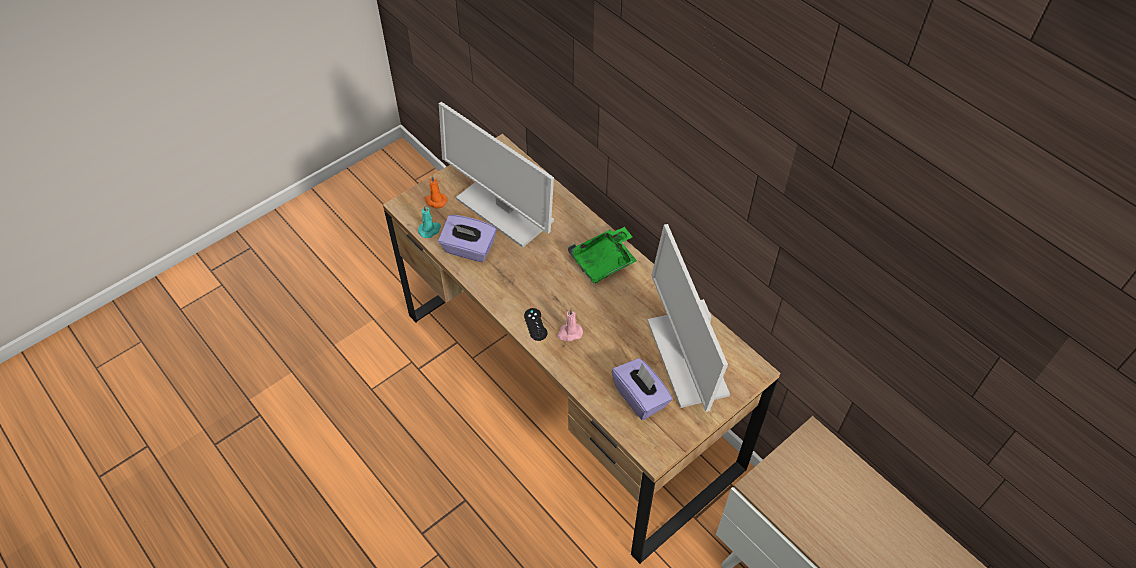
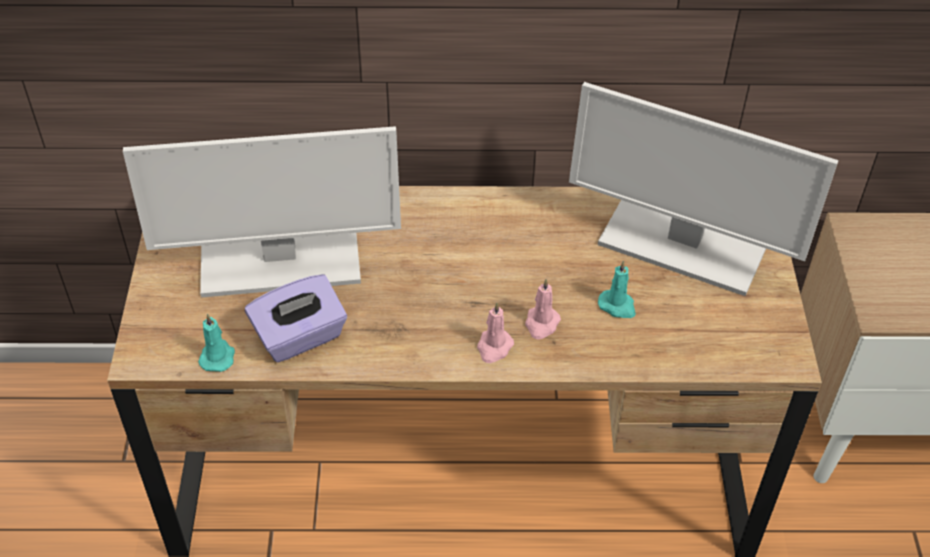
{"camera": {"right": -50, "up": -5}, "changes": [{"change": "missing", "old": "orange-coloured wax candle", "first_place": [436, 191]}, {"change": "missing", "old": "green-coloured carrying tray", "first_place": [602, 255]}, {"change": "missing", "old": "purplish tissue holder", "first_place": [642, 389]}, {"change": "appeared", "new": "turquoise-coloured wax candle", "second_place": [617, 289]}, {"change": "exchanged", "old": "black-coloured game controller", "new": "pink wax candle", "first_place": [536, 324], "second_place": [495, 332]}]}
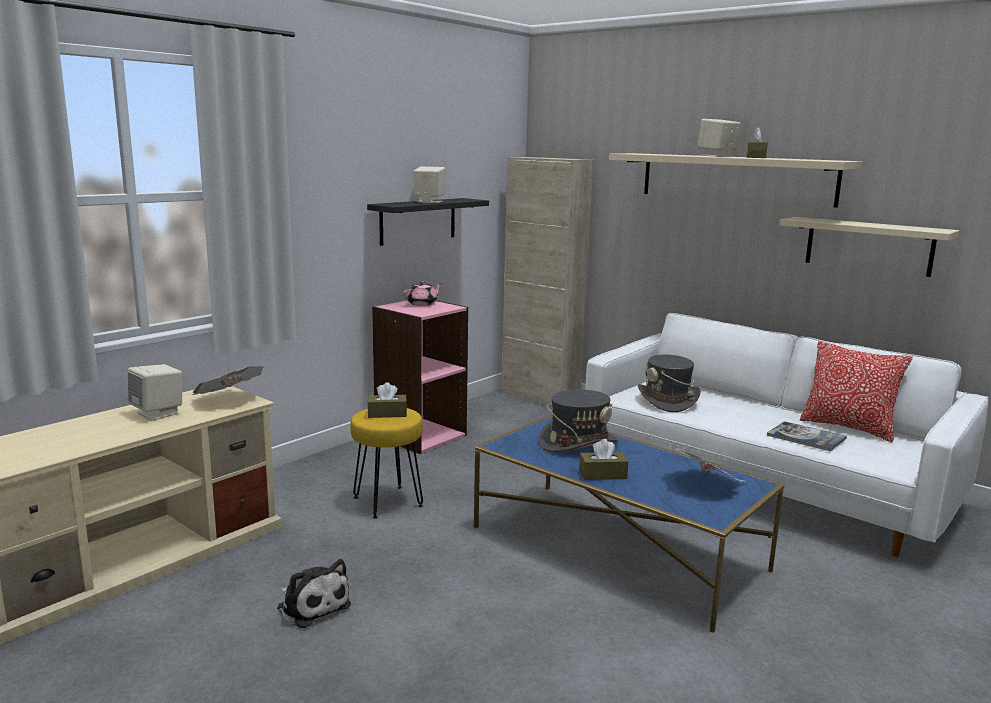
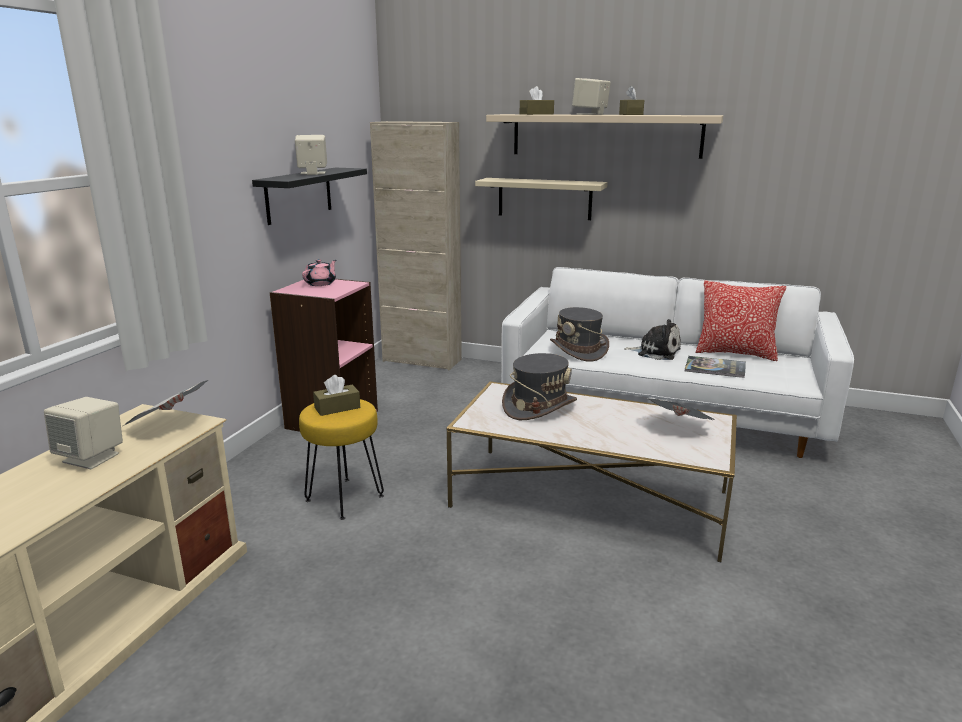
{"camera": {"right": -20, "up": 5}, "changes": [{"change": "relocated", "old": "cuddly toy", "first_place": [314, 593], "second_place": [652, 339]}, {"change": "relocated", "old": "brownish tissue holder", "first_place": [604, 459], "second_place": [537, 100]}, {"change": "relocated", "old": "beige-coloured wall shelf", "first_place": [869, 247], "second_place": [541, 199]}, {"change": "colour", "old": "blue lounge table", "new": "whitish lounge table", "first_place": [629, 524], "second_place": [592, 471]}]}
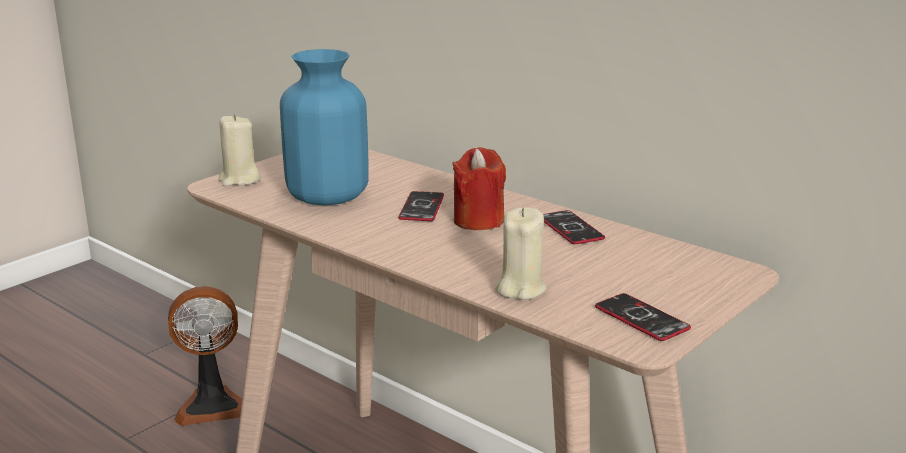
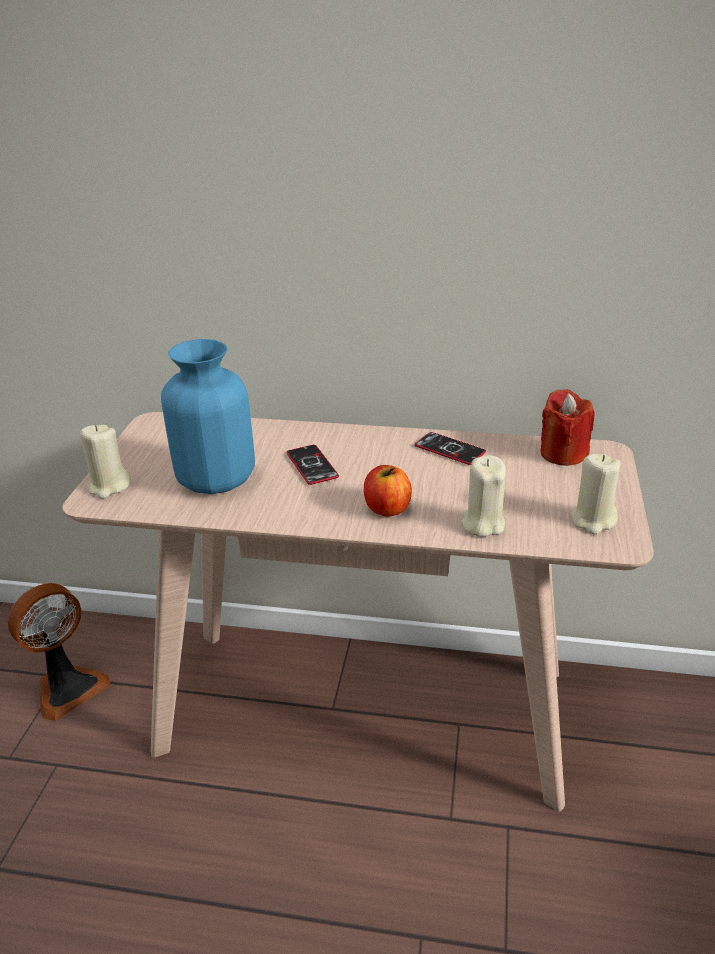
{"camera": {"right": -30, "up": 10}, "changes": [{"change": "appeared", "new": "whole apple", "second_place": [388, 491]}, {"change": "relocated", "old": "red-coloured wax candle", "first_place": [479, 188], "second_place": [567, 427]}, {"change": "exchanged", "old": "handset", "new": "beige-coloured wax candle", "first_place": [643, 317], "second_place": [596, 494]}]}
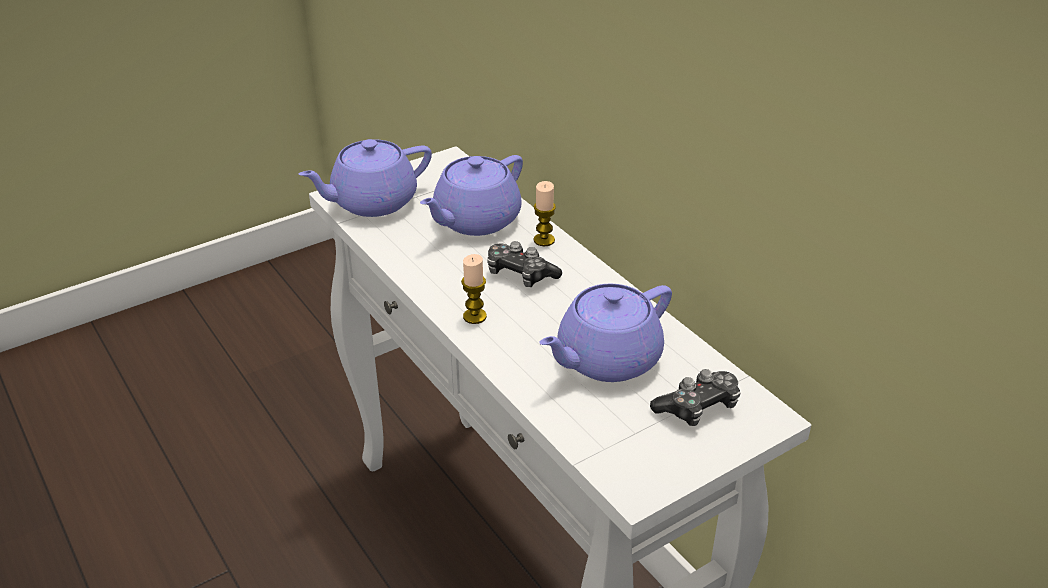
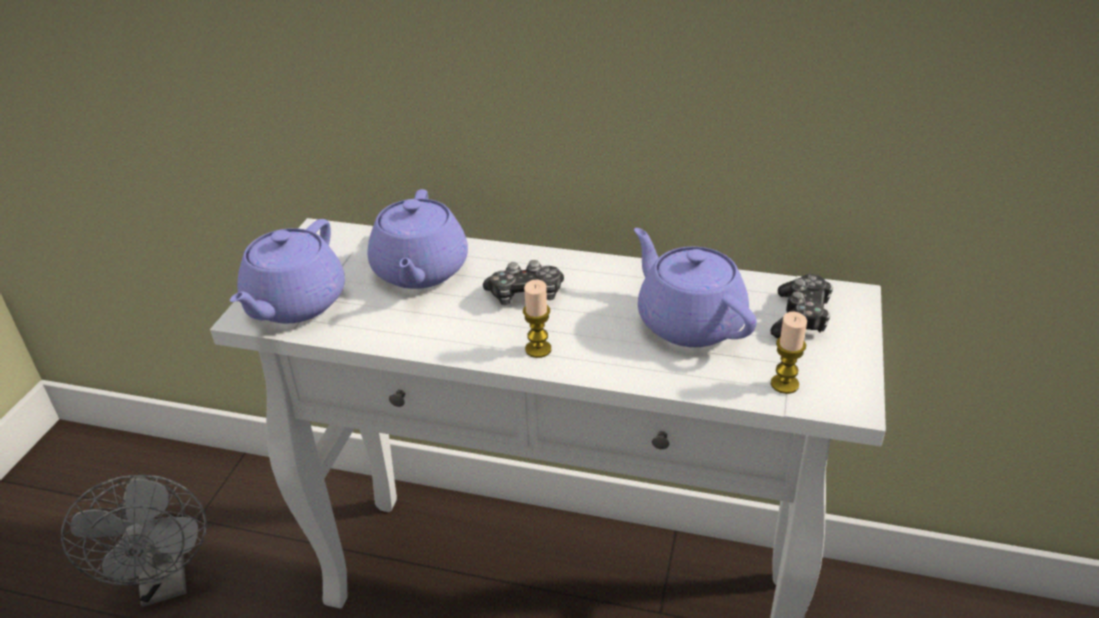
{"camera": {"right": -40, "up": 0}, "changes": [{"change": "appeared", "new": "gray fan", "second_place": [134, 541]}, {"change": "relocated", "old": "wax candle", "first_place": [544, 213], "second_place": [789, 353]}, {"change": "spun", "old": "purplish tea pot", "first_place": [605, 333], "second_place": [695, 287], "degrees": 135}]}
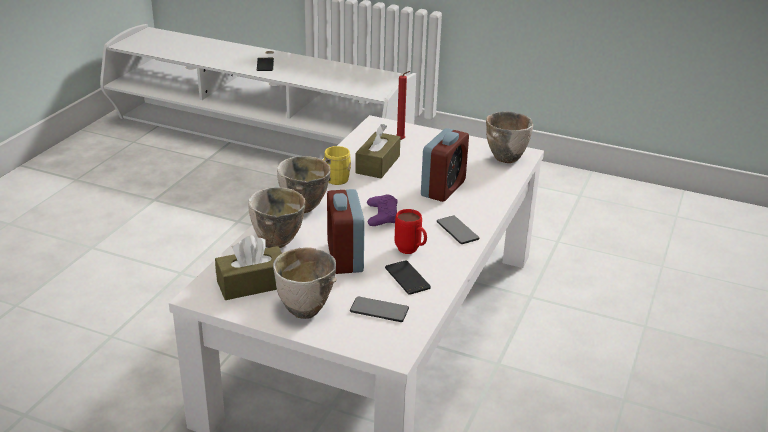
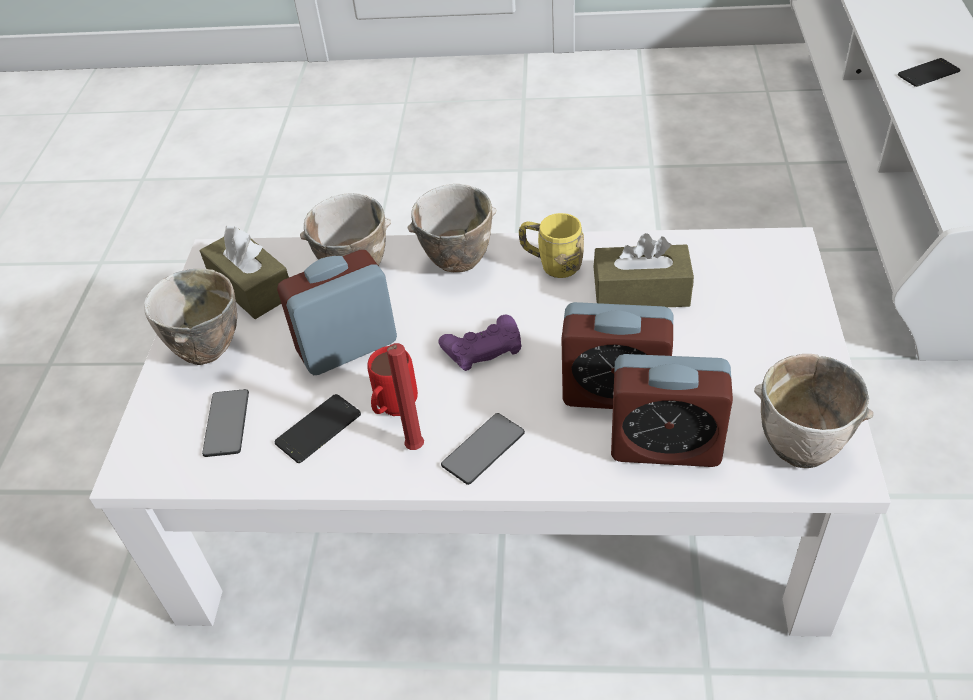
{"camera": {"right": 75, "up": 15}, "changes": [{"change": "appeared", "new": "table clock", "second_place": [672, 410]}, {"change": "relocated", "old": "red-coloured wax candle", "first_place": [403, 105], "second_place": [405, 396]}]}
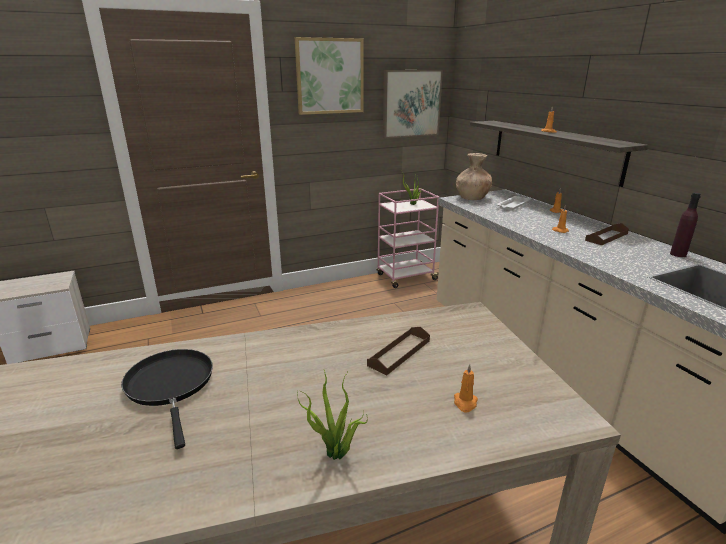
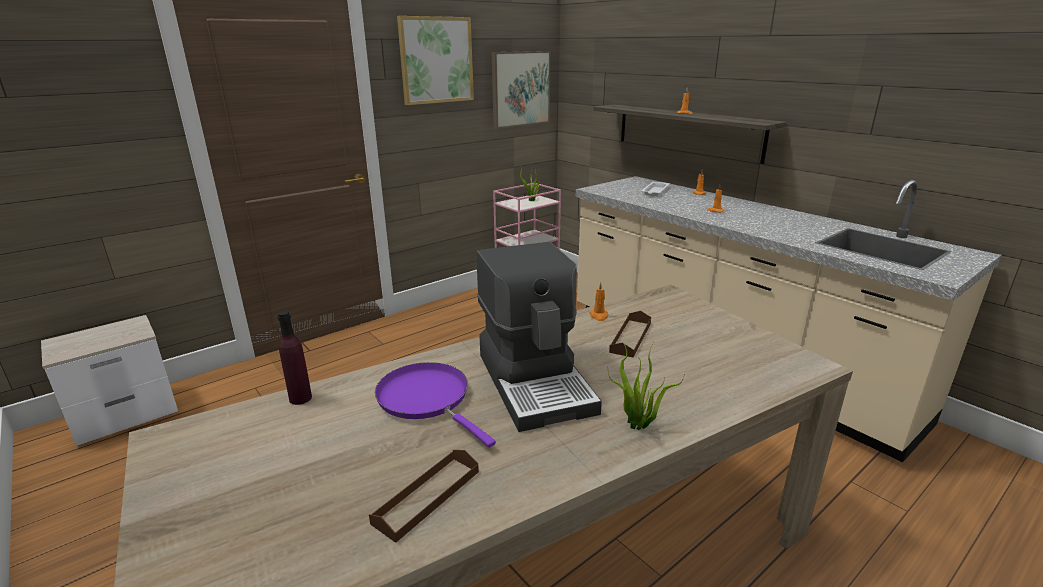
{"camera": {"right": -15, "up": 0}, "changes": [{"change": "missing", "old": "brownish vase", "first_place": [474, 176]}, {"change": "appeared", "new": "coffee brewer", "second_place": [539, 337]}, {"change": "relocated", "old": "orange-coloured wax candle", "first_place": [466, 388], "second_place": [598, 301]}, {"change": "relocated", "old": "brownish carrying tray", "first_place": [607, 234], "second_place": [424, 496]}, {"change": "relocated", "old": "purplish drink bottle", "first_place": [685, 225], "second_place": [294, 357]}, {"change": "colour", "old": "black-coloured frying pan", "new": "purplish frying pan", "first_place": [167, 399], "second_place": [435, 405]}]}
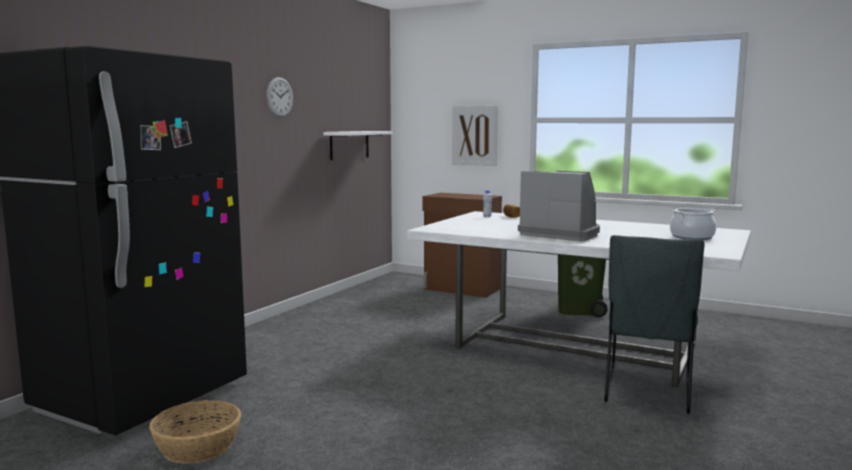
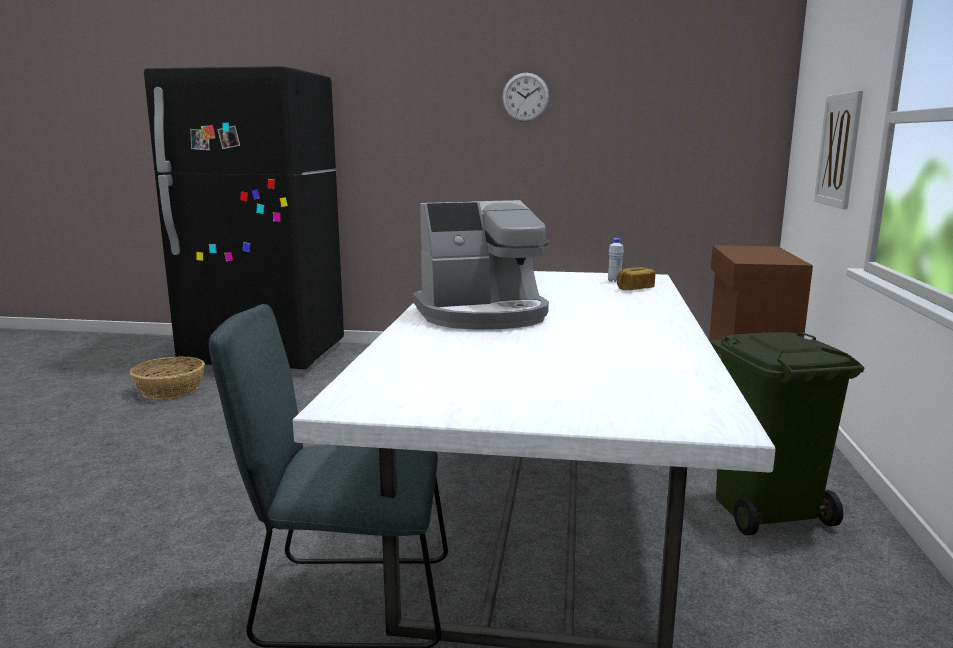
{"camera": {"right": 70, "up": 5}, "changes": [{"change": "missing", "old": "whitish wall shelf", "first_place": [357, 145]}, {"change": "missing", "old": "stockpot", "first_place": [693, 224]}, {"change": "spun", "old": "coffee brewer", "first_place": [559, 206], "second_place": [481, 264], "degrees": 60}]}
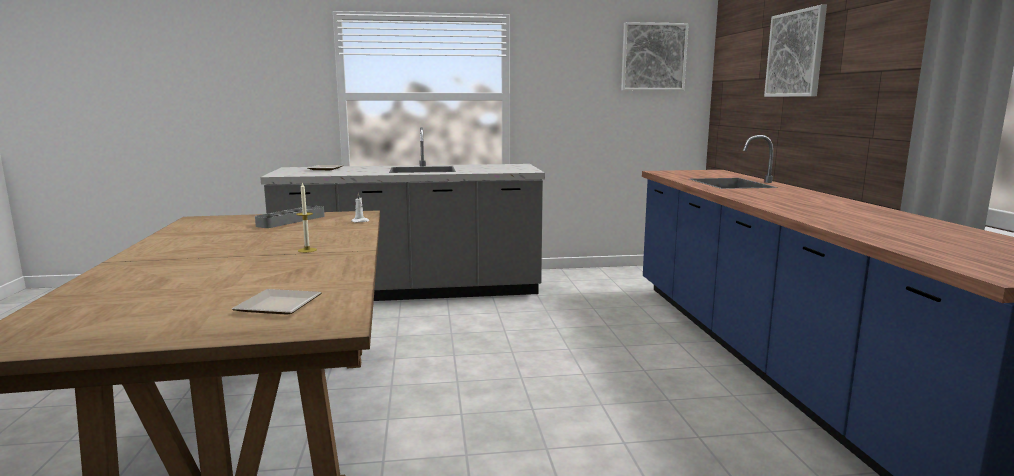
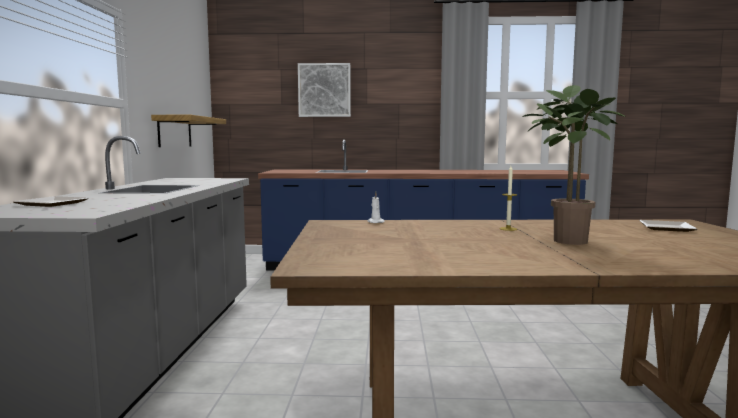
{"camera": {"right": -80, "up": -5}, "changes": [{"change": "missing", "old": "gray carrying tray", "first_place": [290, 217]}, {"change": "missing", "old": "wall picture", "first_place": [655, 56]}, {"change": "appeared", "new": "wall shelf", "second_place": [188, 131]}, {"change": "appeared", "new": "plant in a pot", "second_place": [574, 165]}]}
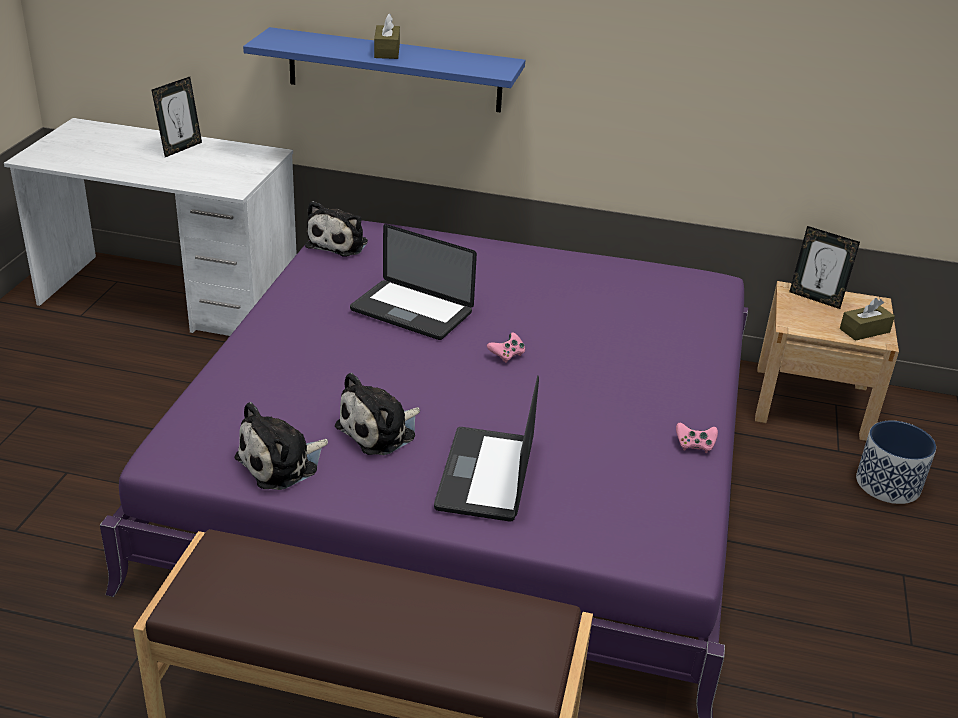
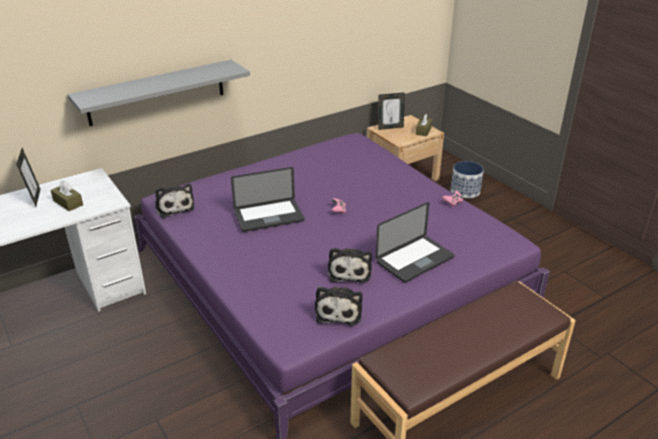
{"camera": {"right": -45, "up": 0}, "changes": [{"change": "relocated", "old": "brownish tissue holder", "first_place": [387, 36], "second_place": [67, 195]}, {"change": "colour", "old": "blue wall shelf", "new": "gray wall shelf", "first_place": [384, 70], "second_place": [158, 93]}, {"change": "spun", "old": "notebook computer", "first_place": [486, 448], "second_place": [415, 242], "degrees": -90}]}
